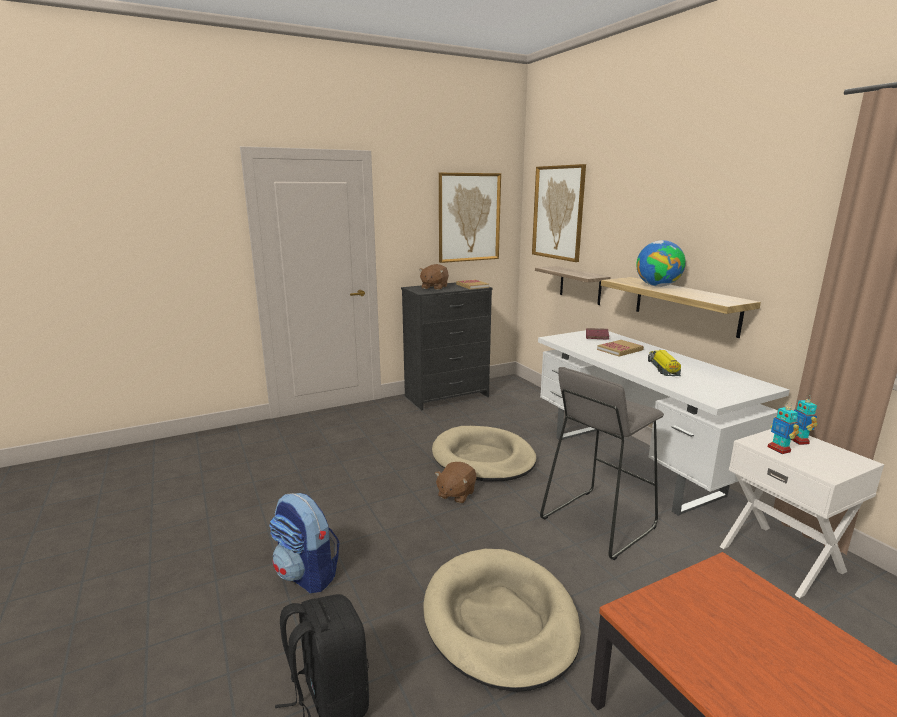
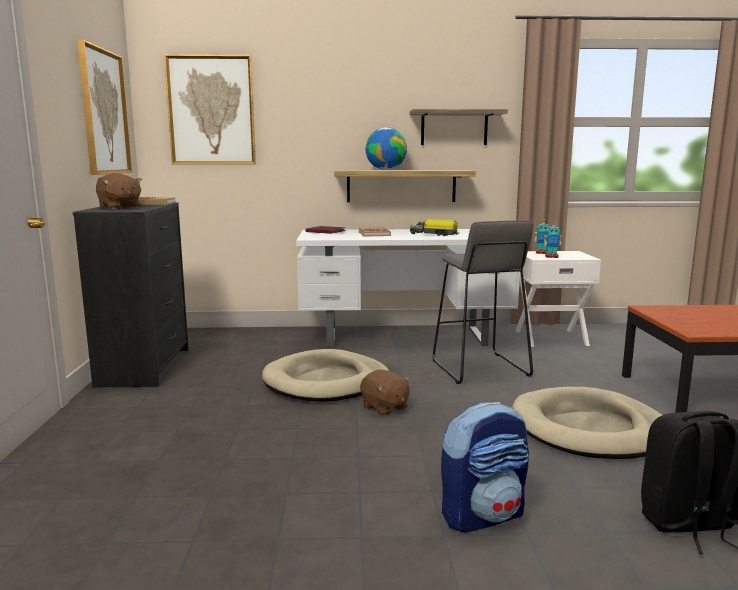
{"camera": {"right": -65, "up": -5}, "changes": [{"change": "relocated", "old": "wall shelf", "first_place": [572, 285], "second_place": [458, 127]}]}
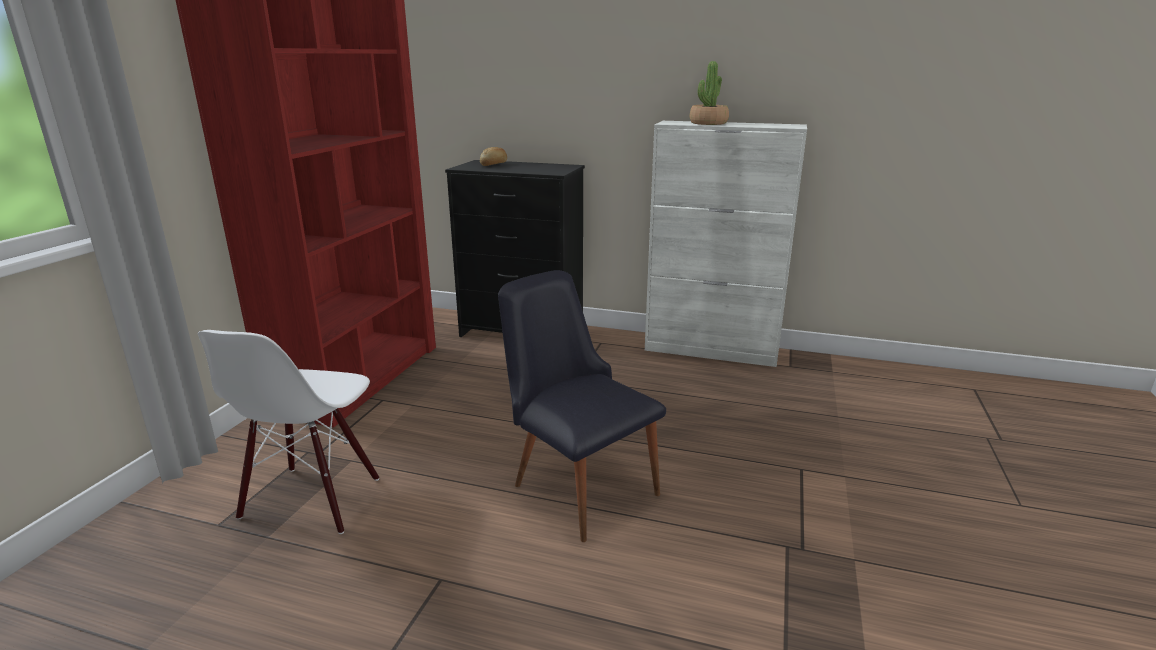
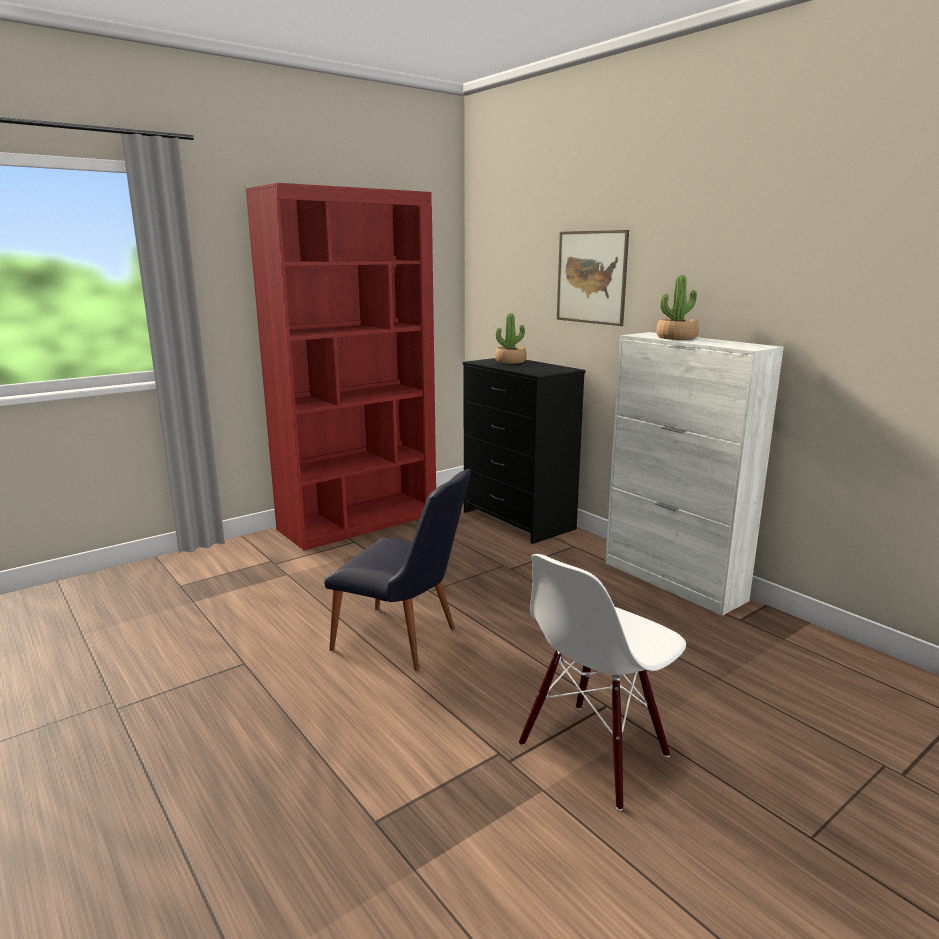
{"camera": {"right": 35, "up": -5}, "changes": [{"change": "appeared", "new": "wall picture", "second_place": [593, 278]}, {"change": "relocated", "old": "whitish upright chair", "first_place": [288, 432], "second_place": [602, 682]}, {"change": "exchanged", "old": "bakery bread", "new": "plant in a pot", "first_place": [493, 156], "second_place": [511, 339]}, {"change": "spun", "old": "black-coloured upright chair", "first_place": [582, 406], "second_place": [397, 570], "degrees": 120}]}
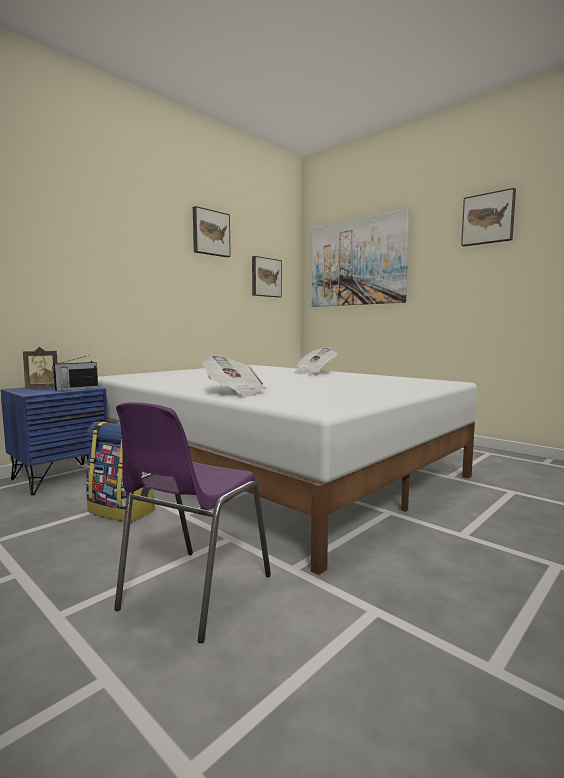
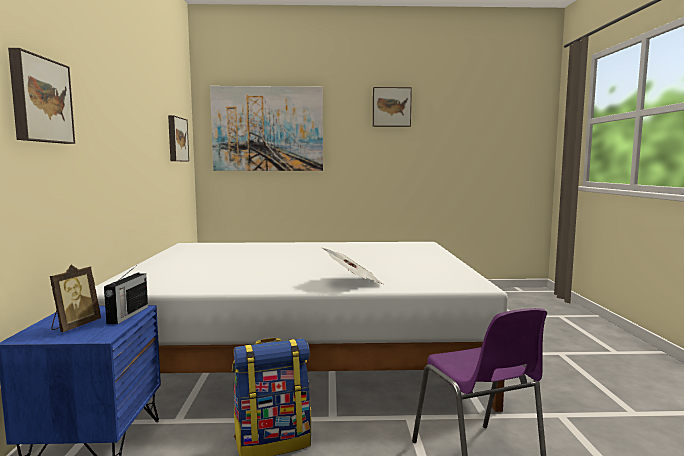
{"camera": {"right": -45, "up": 0}, "changes": [{"change": "missing", "old": "printed paper", "first_place": [315, 360]}, {"change": "relocated", "old": "wall picture", "first_place": [212, 231], "second_place": [41, 96]}]}
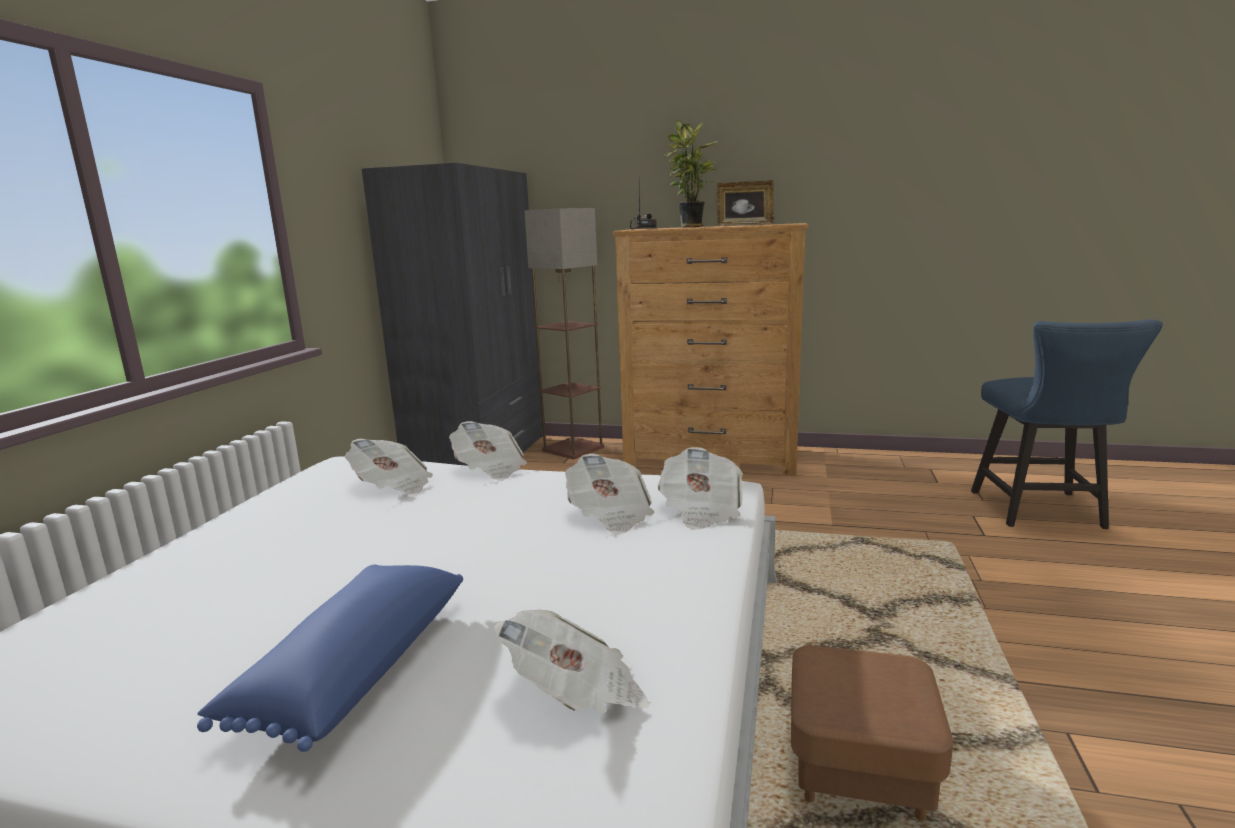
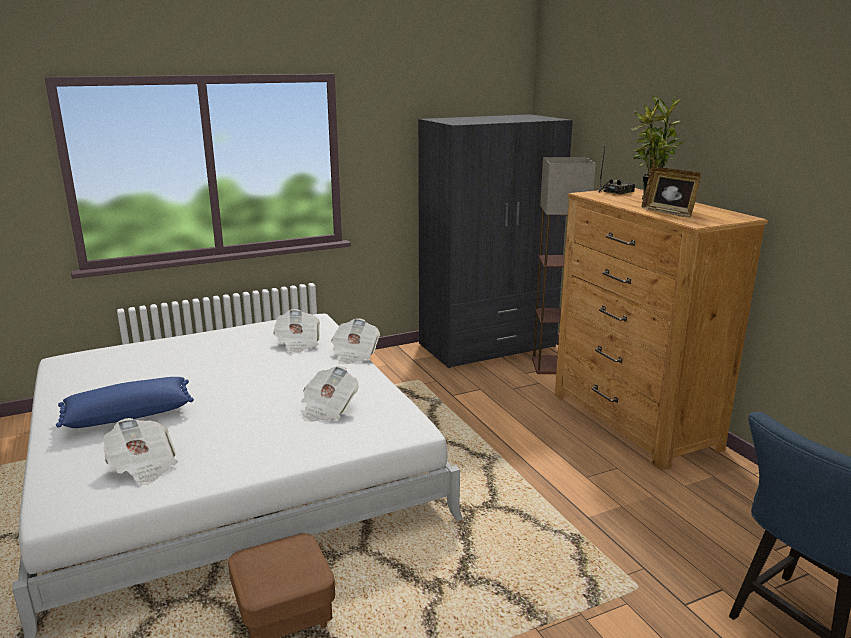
{"camera": {"right": 50, "up": 5}, "changes": [{"change": "missing", "old": "printed paper", "first_place": [700, 488]}]}
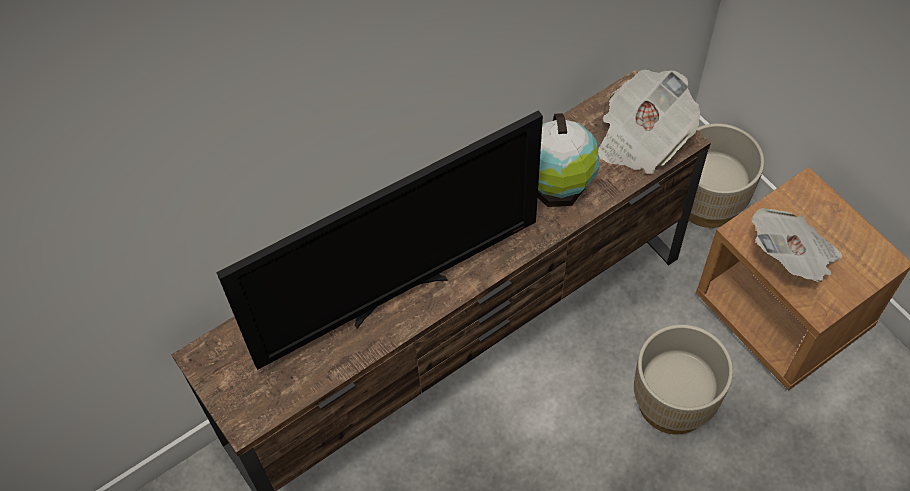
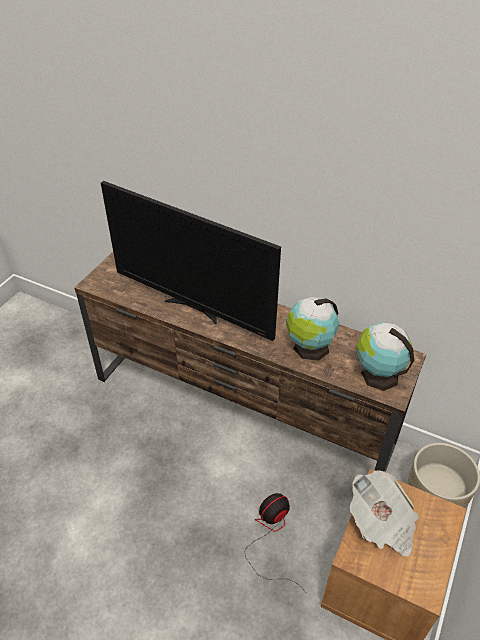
{"camera": {"right": 60, "up": -15}, "changes": [{"change": "exchanged", "old": "printed paper", "new": "world globe", "first_place": [649, 121], "second_place": [385, 356]}, {"change": "exchanged", "old": "beige-coloured planter", "new": "fan", "first_place": [683, 379], "second_place": [275, 543]}]}
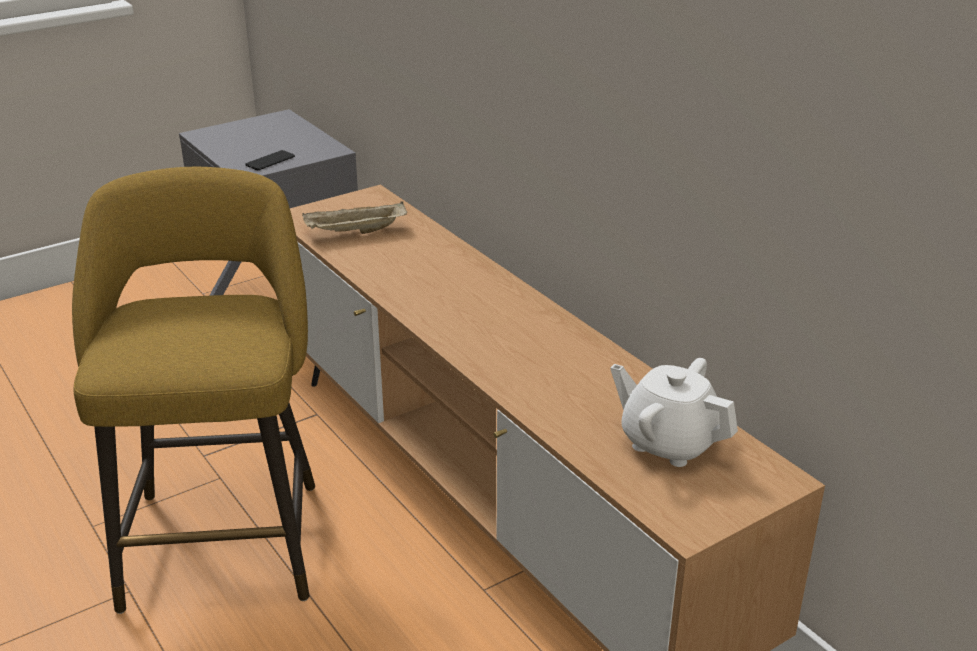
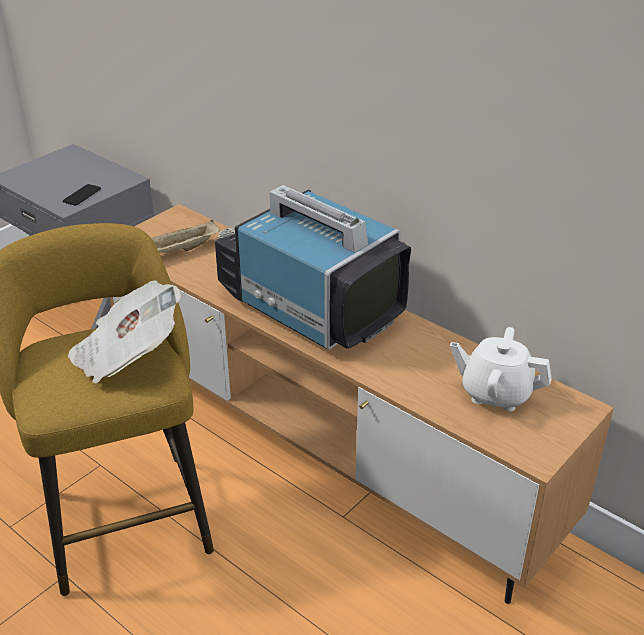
{"camera": {"right": -15, "up": 5}, "changes": [{"change": "appeared", "new": "printed paper", "second_place": [125, 332]}, {"change": "appeared", "new": "TV", "second_place": [313, 267]}]}
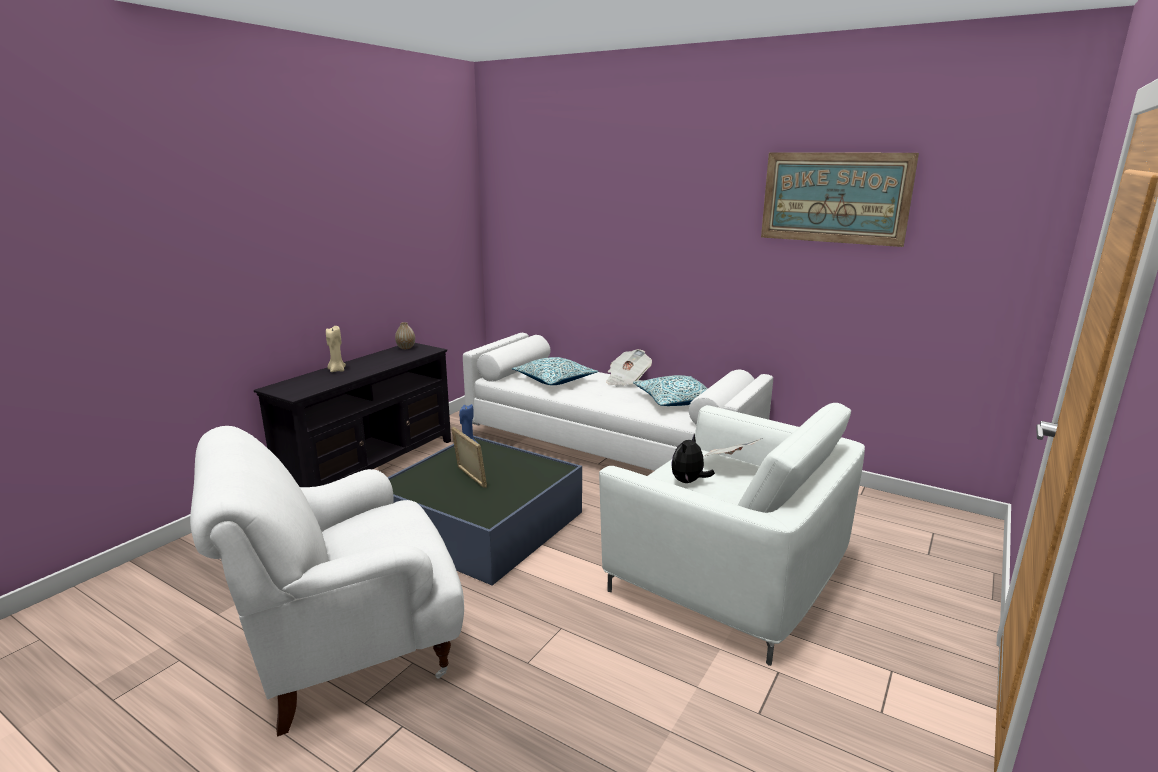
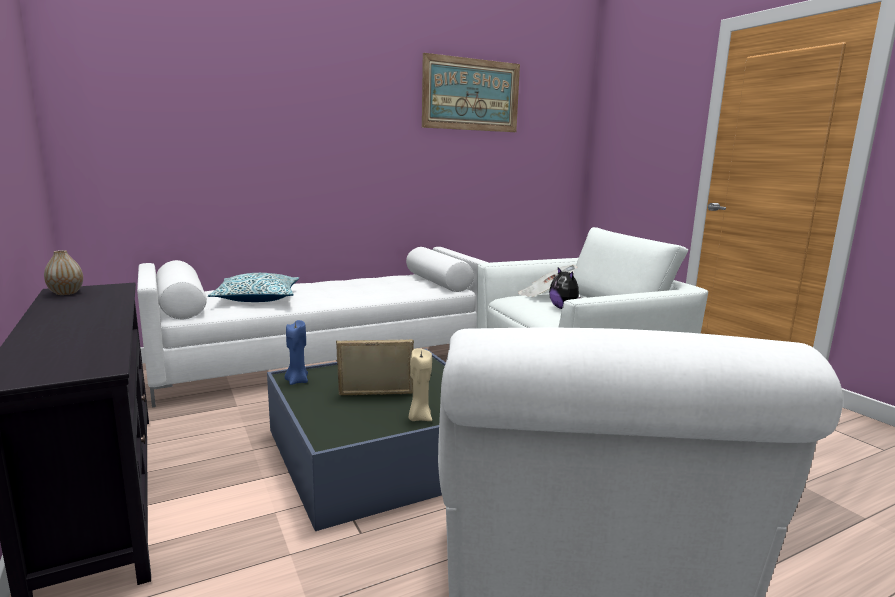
{"camera": {"right": -60, "up": -5}, "changes": [{"change": "missing", "old": "printed paper", "first_place": [629, 367]}, {"change": "missing", "old": "cushion", "first_place": [670, 390]}, {"change": "relocated", "old": "beige-coloured wax candle", "first_place": [336, 349], "second_place": [420, 384]}]}
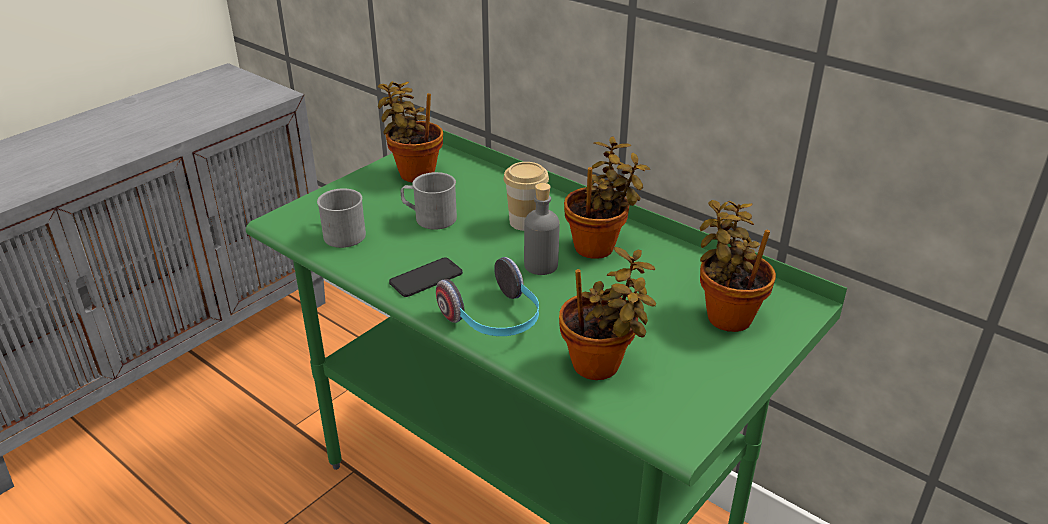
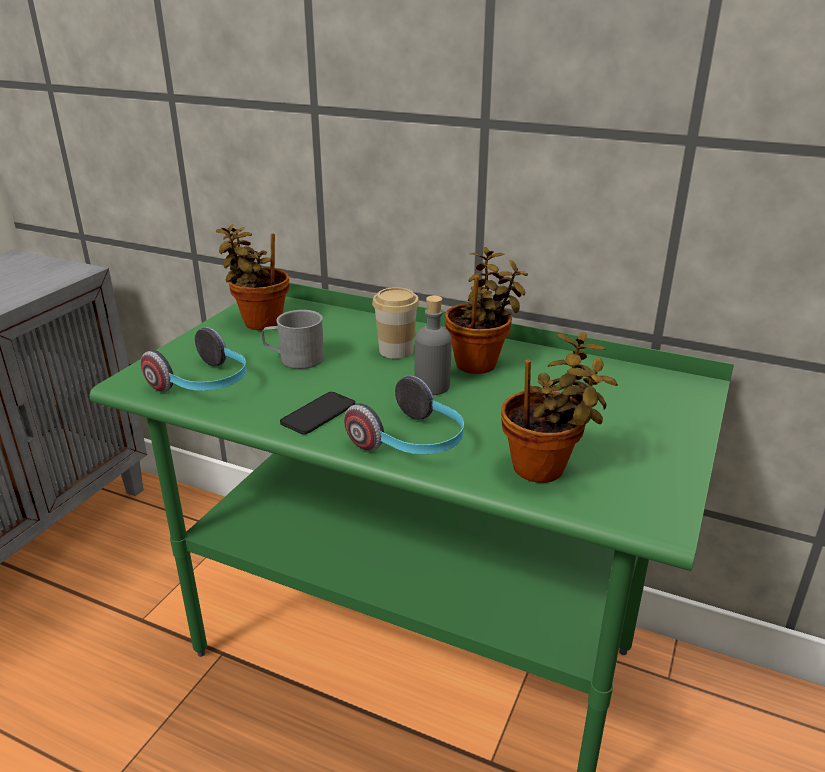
{"camera": {"right": -15, "up": -5}, "changes": [{"change": "missing", "old": "plant in a pot", "first_place": [738, 266]}, {"change": "exchanged", "old": "gray coffee mug", "new": "headphones", "first_place": [341, 218], "second_place": [194, 359]}]}
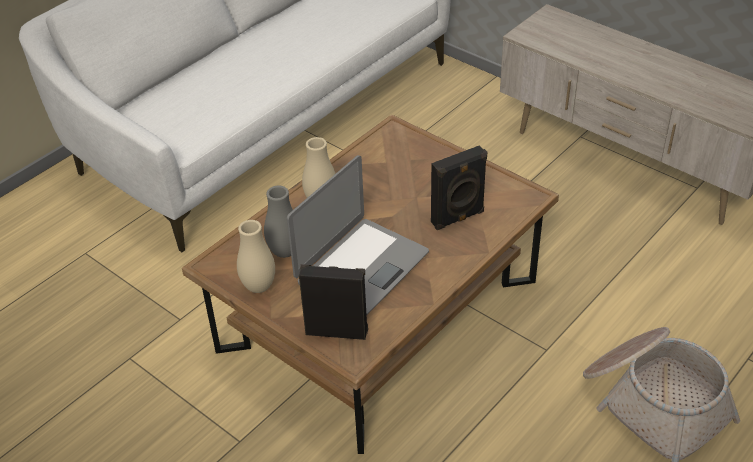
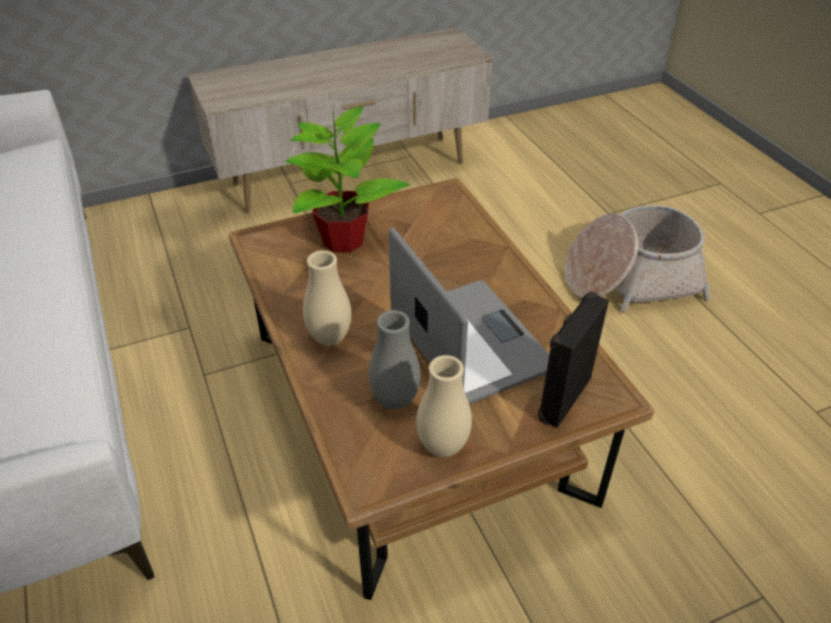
{"camera": {"right": -65, "up": 0}, "changes": [{"change": "missing", "old": "black-coloured speaker", "first_place": [459, 187]}, {"change": "appeared", "new": "plant in a pot", "second_place": [347, 180]}]}
